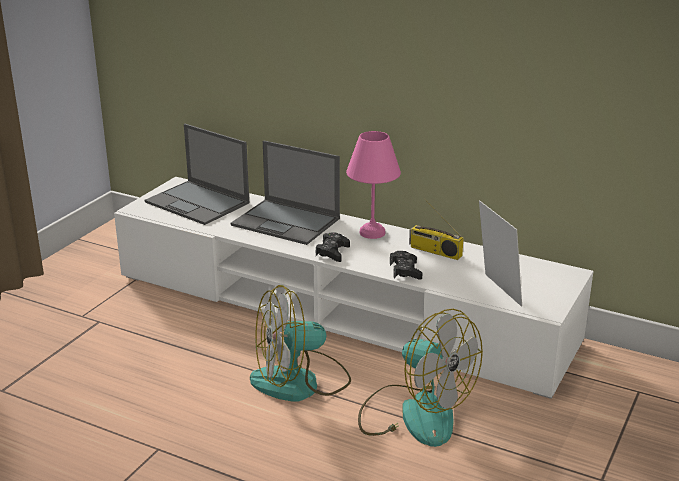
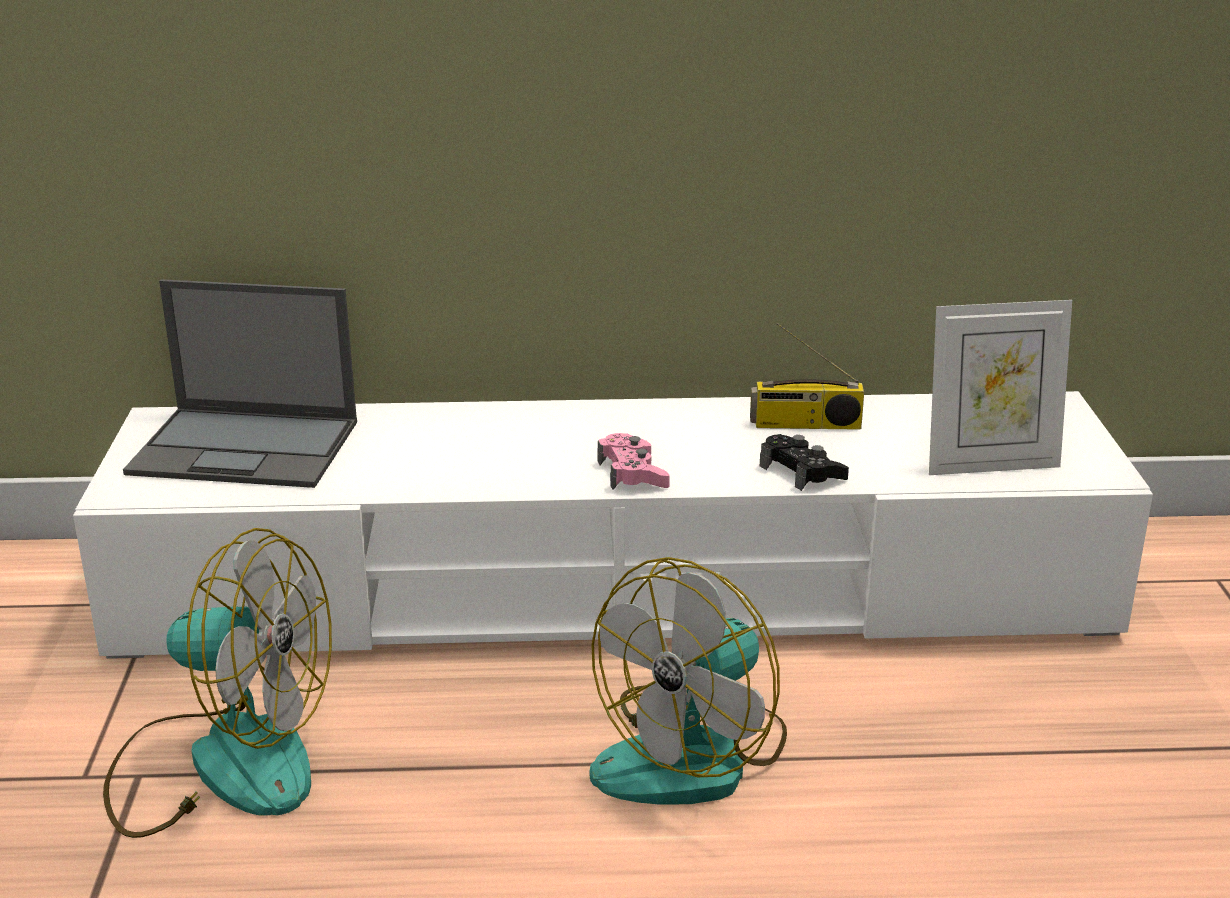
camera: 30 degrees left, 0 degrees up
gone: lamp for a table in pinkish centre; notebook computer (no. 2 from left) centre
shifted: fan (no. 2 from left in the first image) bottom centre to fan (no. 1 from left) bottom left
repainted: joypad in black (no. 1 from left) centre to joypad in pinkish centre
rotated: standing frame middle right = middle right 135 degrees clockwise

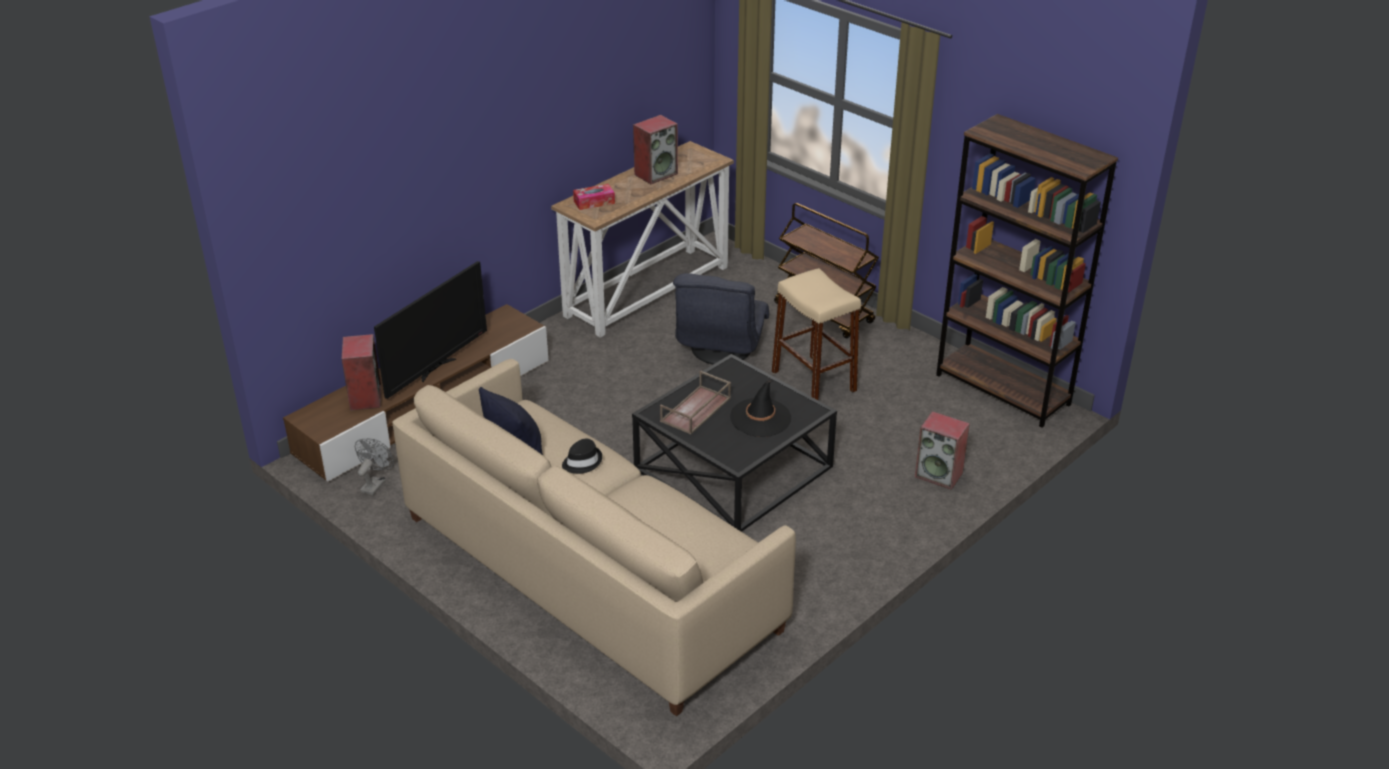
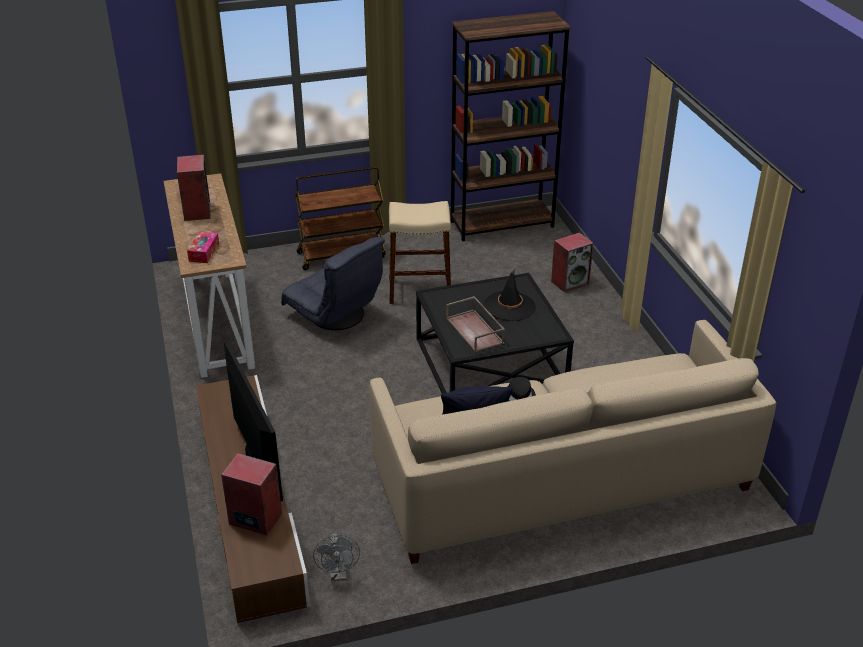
camera: 60 degrees left, 0 degrees up
rotated: fan in grey middle left = bottom centre 150 degrees counterclockwise

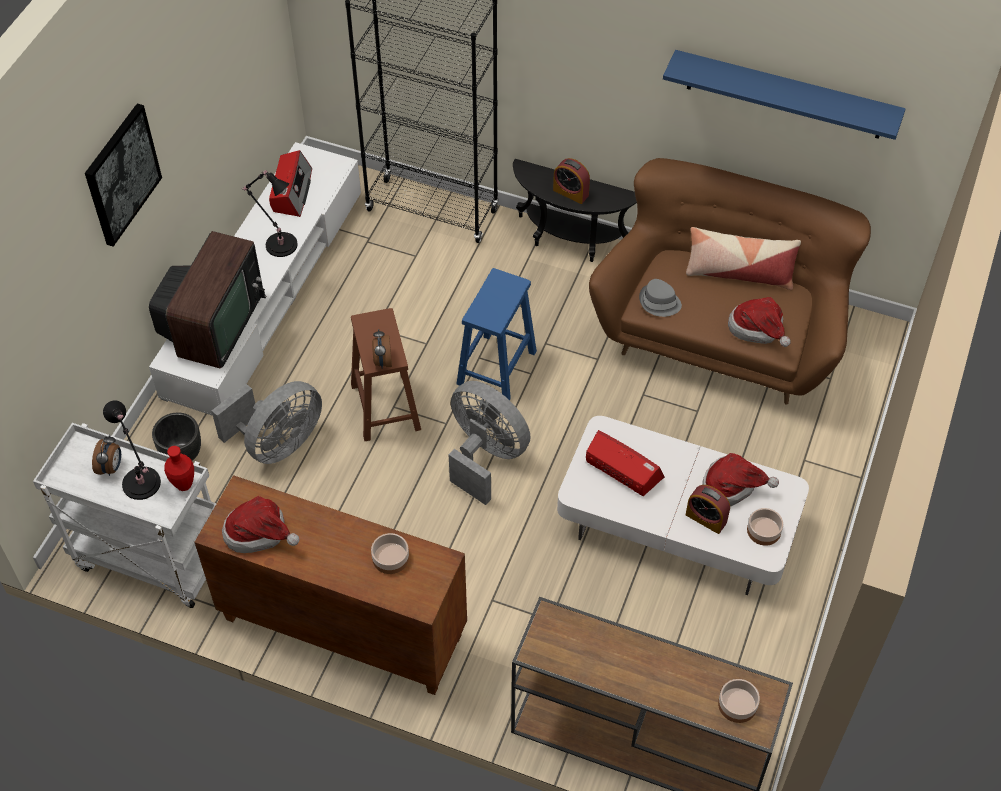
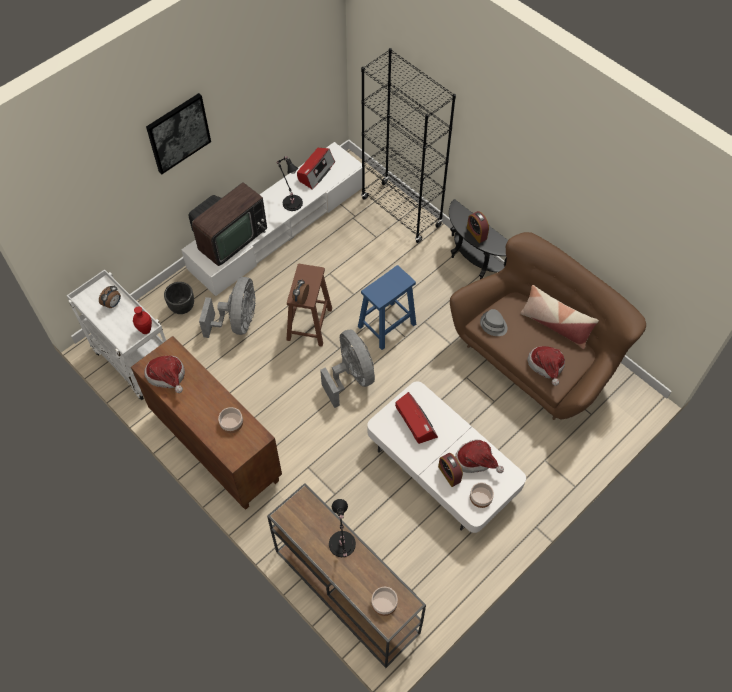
camera: 25 degrees right, 5 degrees up
gone: wall shelf in blue-coloured top right
shifted: lamp for a table in black (no. 1 from left in the first image) middle left to lamp for a table in black (no. 2 from left) bottom centre
rotated: fan in grey (no. 1 from left) middle left = middle left 60 degrees counterclockwise

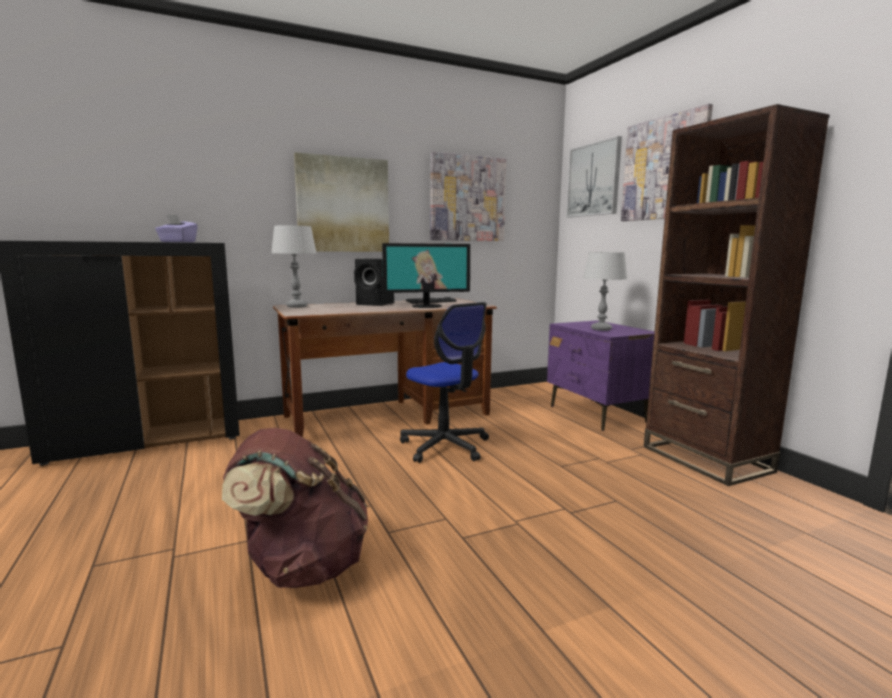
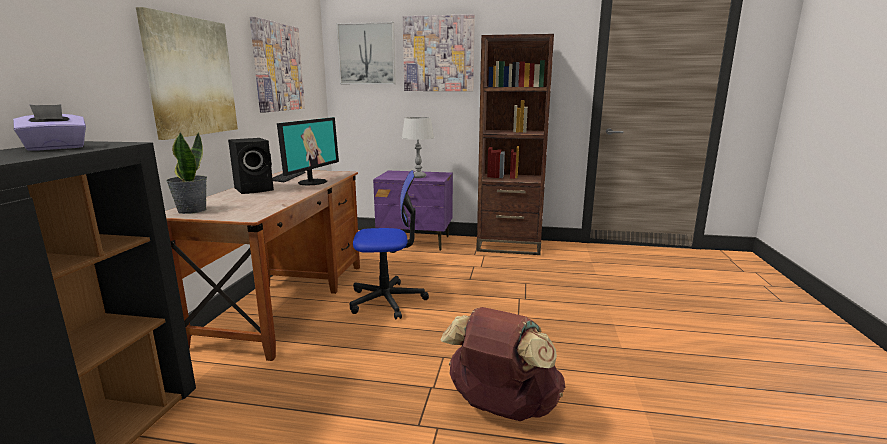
camera: 55 degrees left, 5 degrees up
swapped: lamp for a table in grey (no. 1 from left) middle left to houseplant middle left

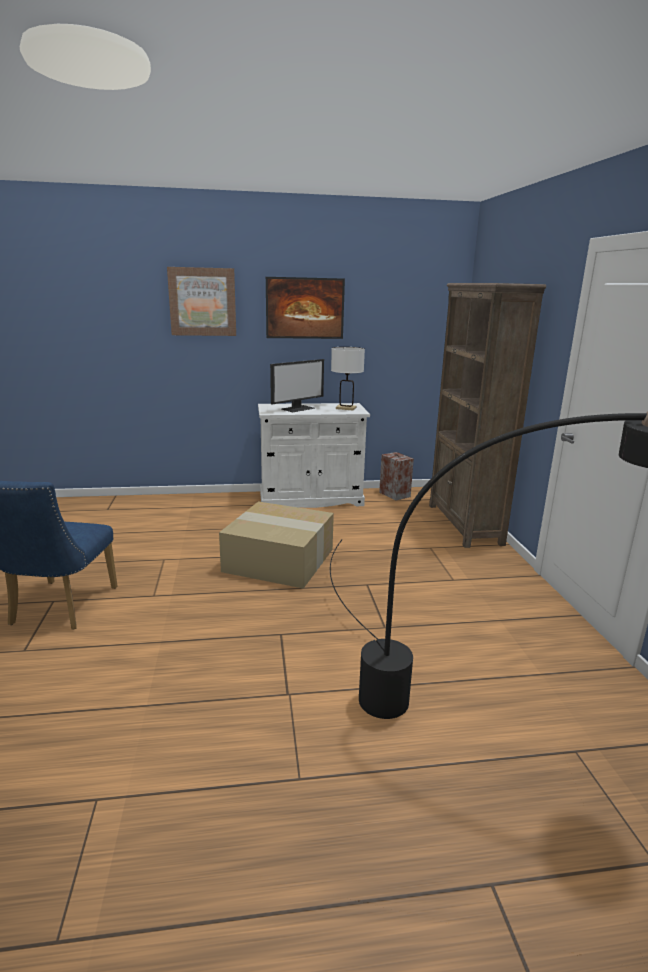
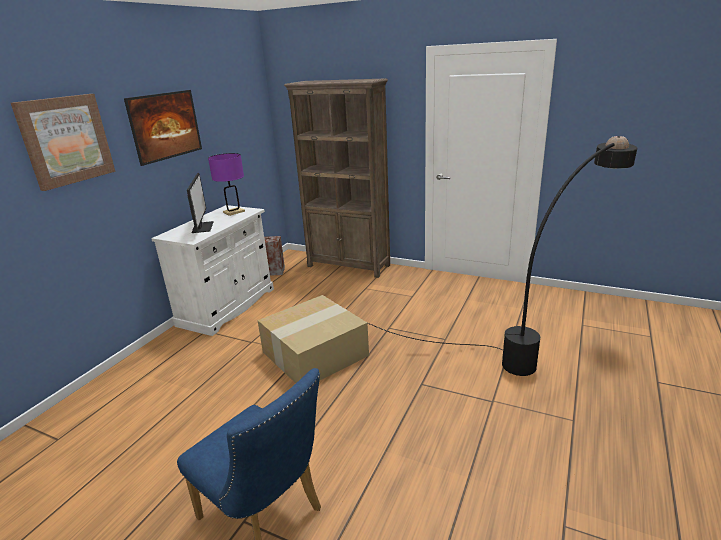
camera: 55 degrees left, 5 degrees up
repainted: lamp for a table in white-coloured centre to lamp for a table in purple middle left

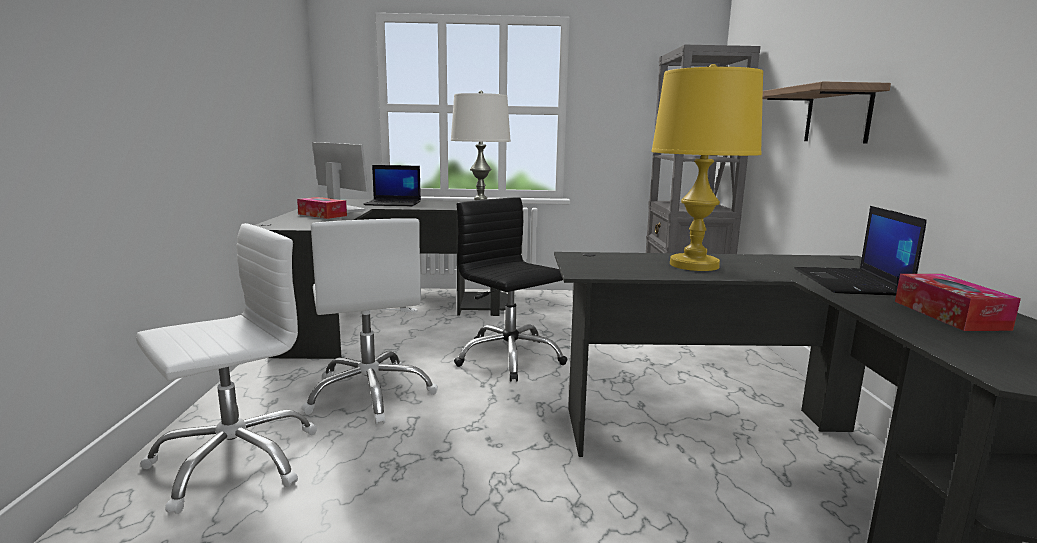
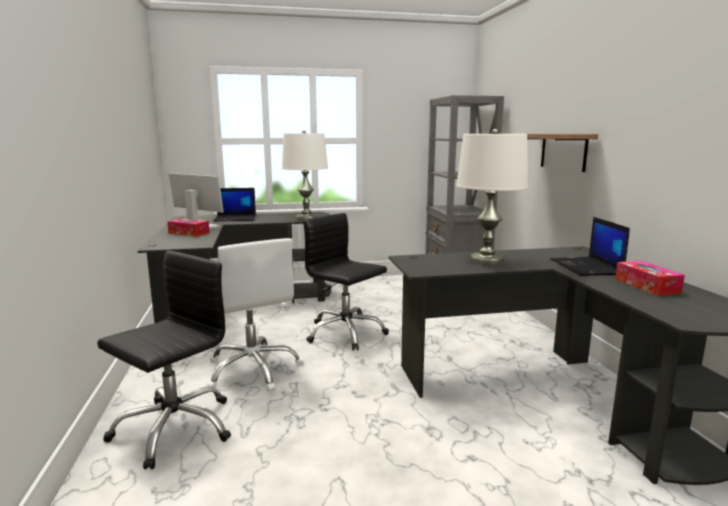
camera: 10 degrees left, 0 degrees up
repainted: lamp for a table in yellow-coloured top right to lamp for a table in white-coloured (no. 2 from left) middle right; office chair in white-coloured (no. 1 from left) bottom left to office chair in black (no. 1 from left) bottom left

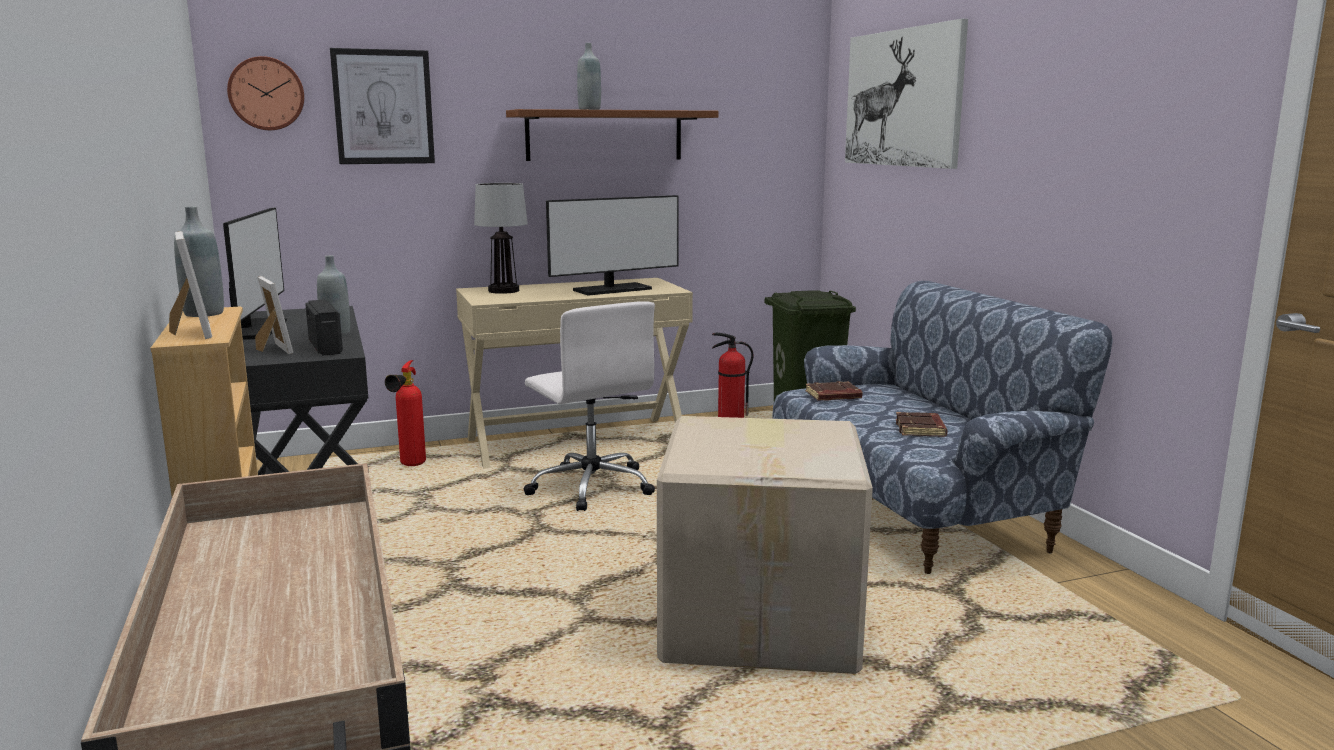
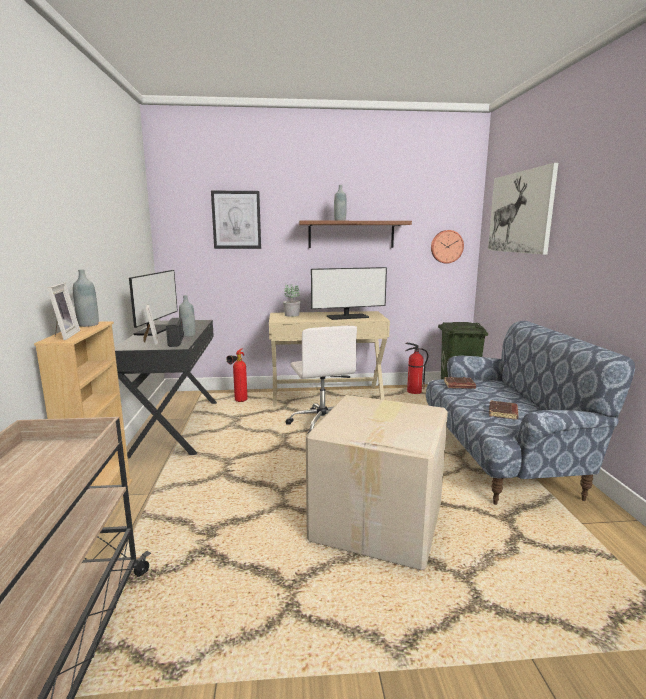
camera: 15 degrees right, 0 degrees up
shifted: wall clock top left to middle right
swapped: lamp for a table top centre to houseplant centre

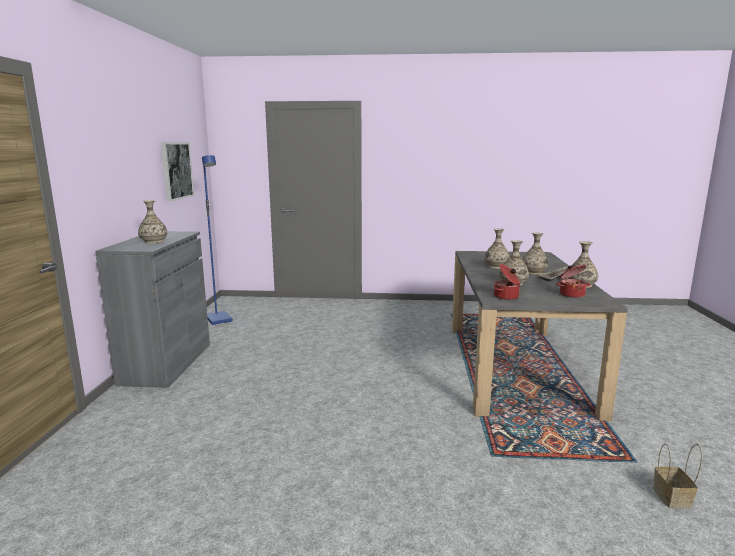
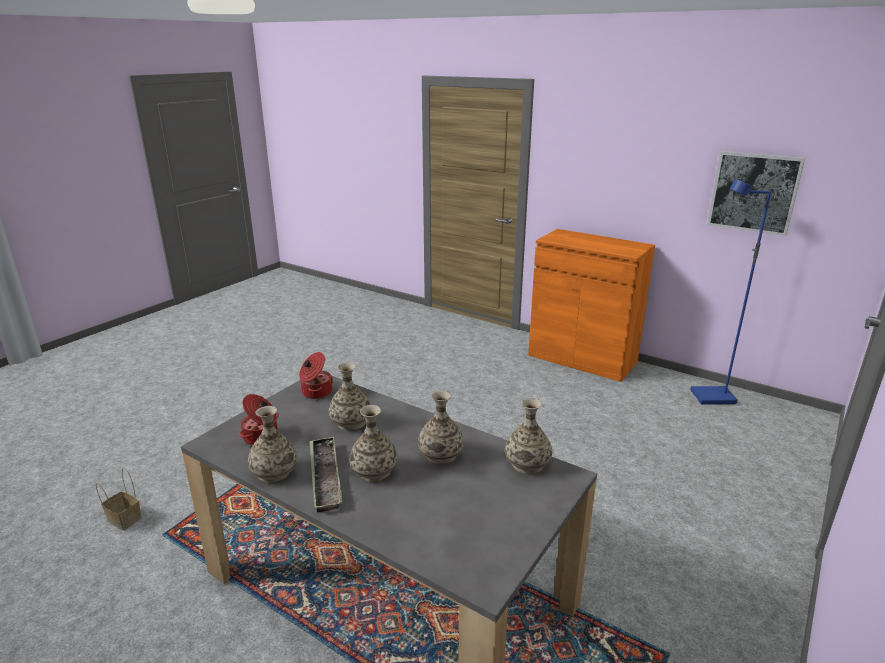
camera: 120 degrees right, 10 degrees up
shifted: decorative vase (no. 1 from left in the first image) middle left to decorative vase (no. 5 from left) centre
repainted: cabinet in grey middle left to cabinet in orange-coloured middle right

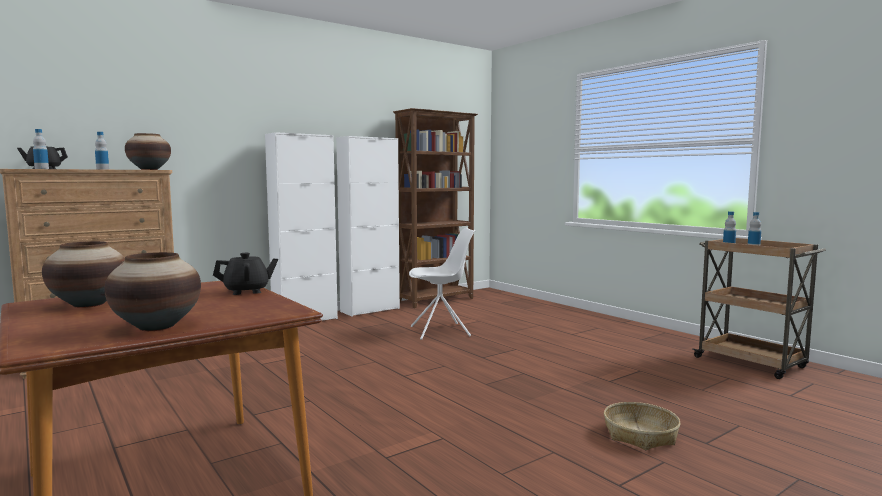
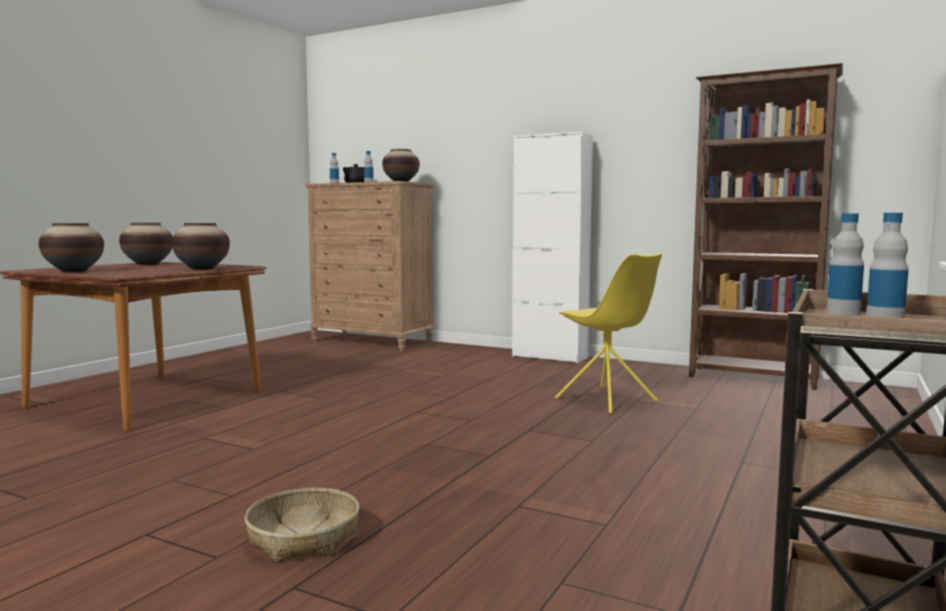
camera: 65 degrees right, 0 degrees up
gone: cabinet in white-coloured (no. 2 from left) centre
swapped: tea pot in black (no. 2 from left) middle left to decorative vase (no. 3 from left) middle left
repainted: upright chair in white-coloured centre to upright chair in yellow-coloured centre

